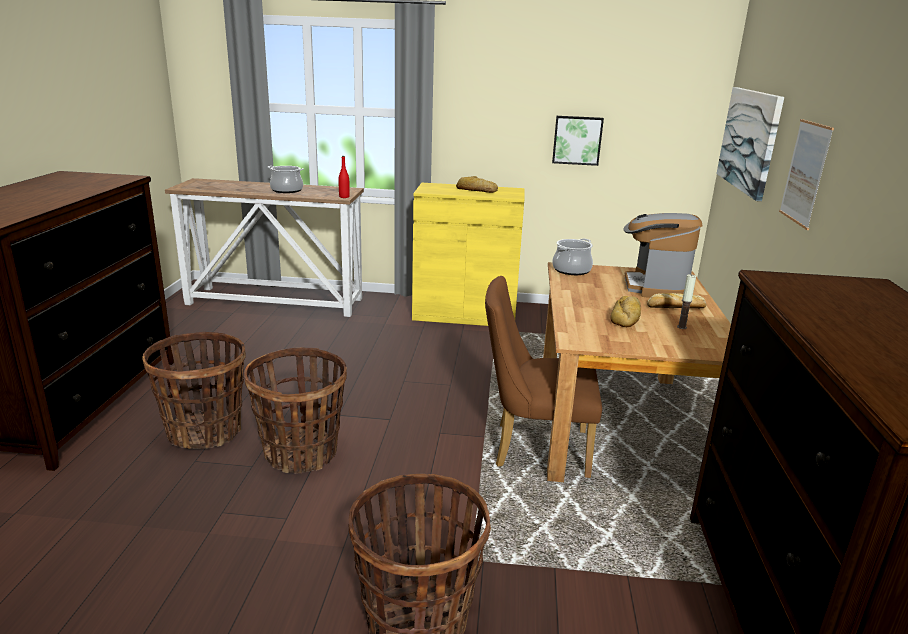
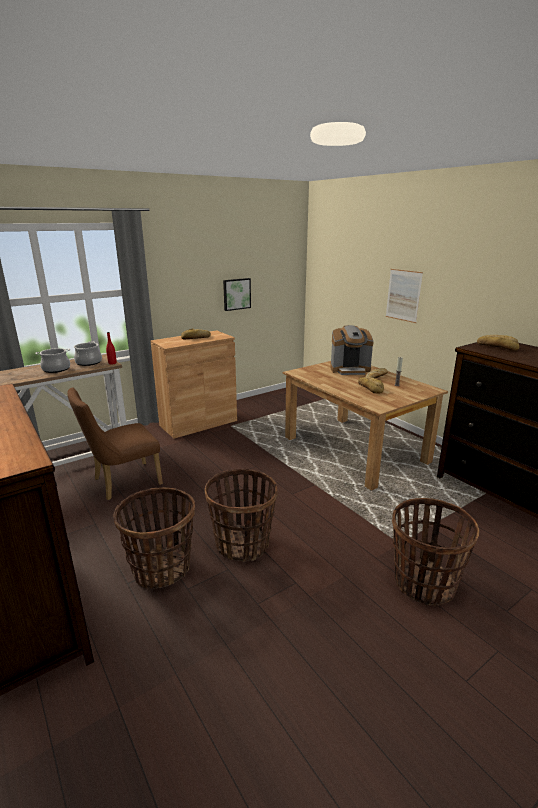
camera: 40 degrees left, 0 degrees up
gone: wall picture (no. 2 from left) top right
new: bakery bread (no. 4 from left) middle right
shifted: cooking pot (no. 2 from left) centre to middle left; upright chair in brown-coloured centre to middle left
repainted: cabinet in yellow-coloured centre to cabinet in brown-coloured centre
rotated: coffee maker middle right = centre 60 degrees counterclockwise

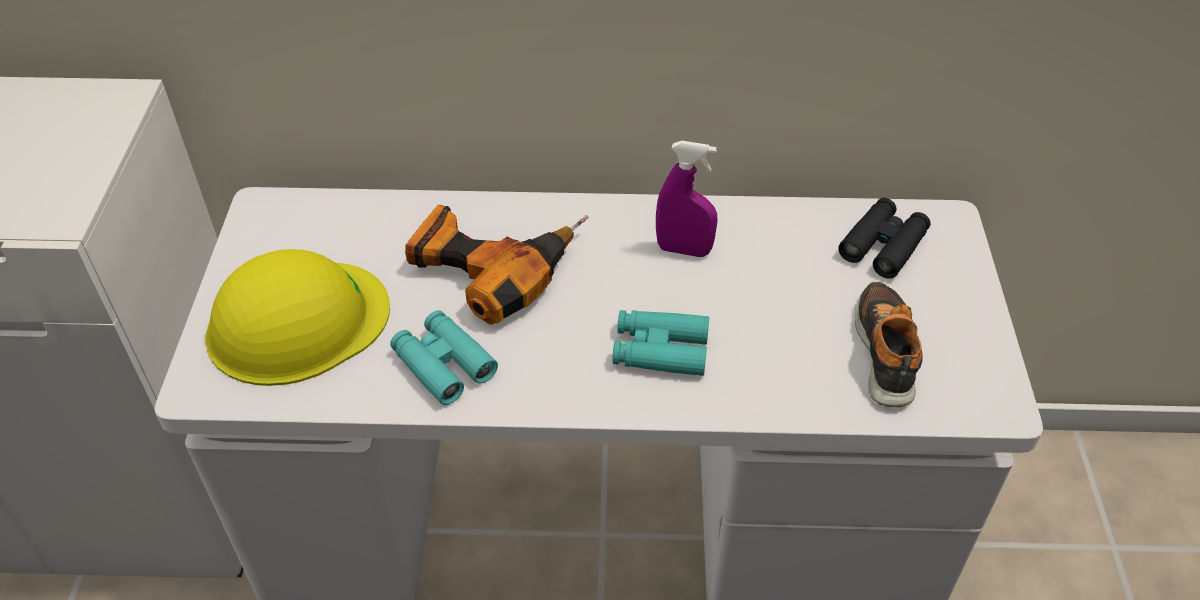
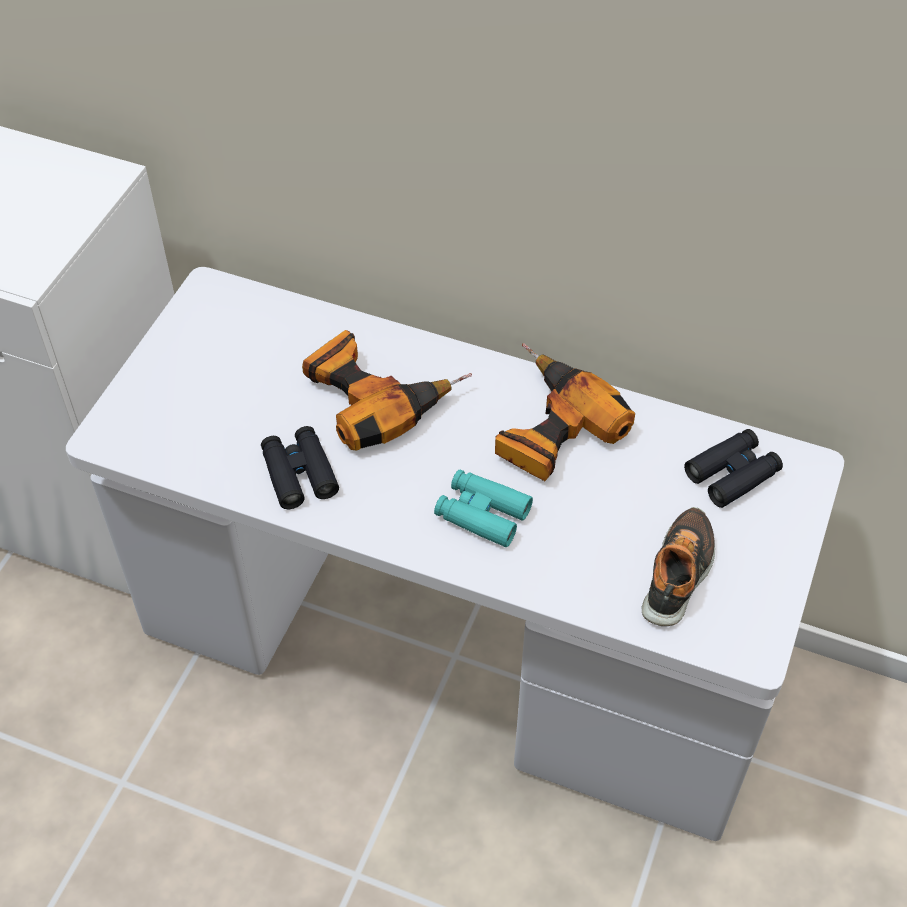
camera: 20 degrees right, 5 degrees up
gone: work helmet in yellow-coloured middle left
swapped: spray bottle in purple top centre to power drill (no. 2 from left) centre
repainted: binoculars in blue-green (no. 1 from left) centre to binoculars in black (no. 1 from left) middle left

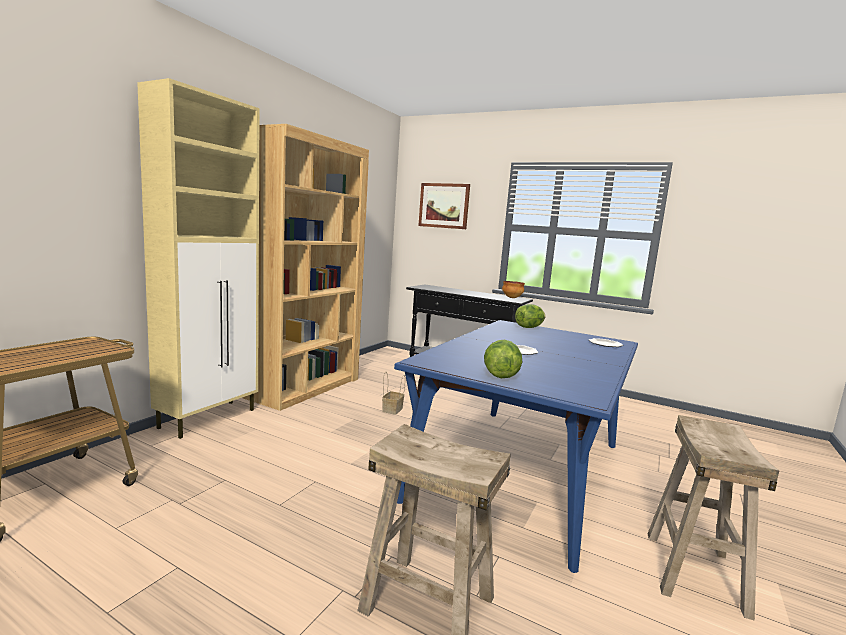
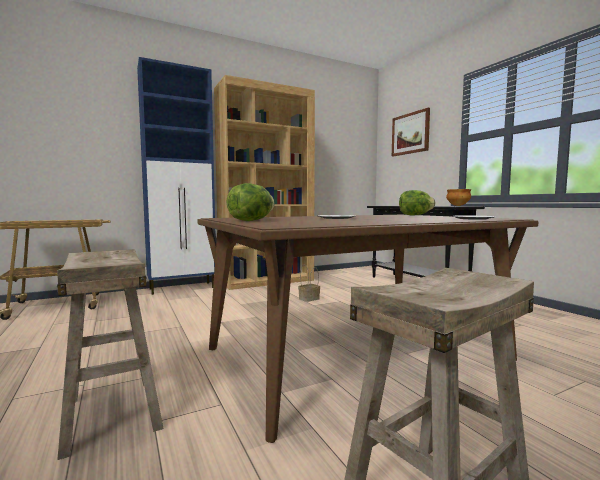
camera: 35 degrees right, 5 degrees down
repainted: cabinet in sand-coloured middle left to cabinet in blue-coloured middle left; dinner table in blue-coloured bottom centre to dinner table in brown-coloured bottom centre

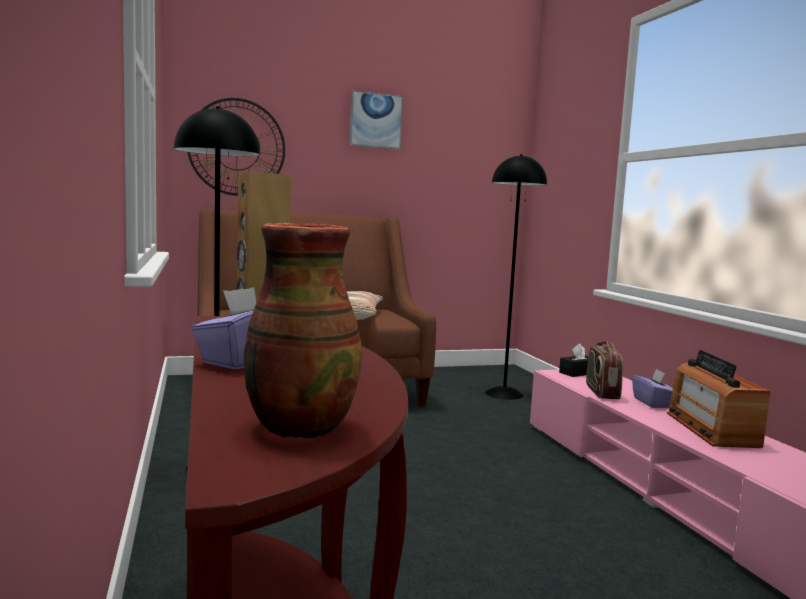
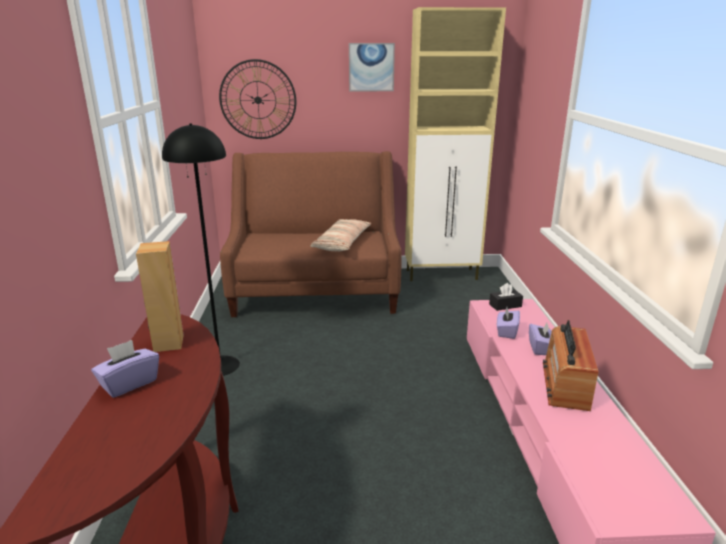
camera: 15 degrees right, 15 degrees up
gone: standard lamp in black (no. 2 from left) centre; decorative vase centre
new: cabinet in sand-coloured top centre
swapped: radio receiver (no. 1 from left) middle right to tissue box in purple (no. 2 from left) middle right

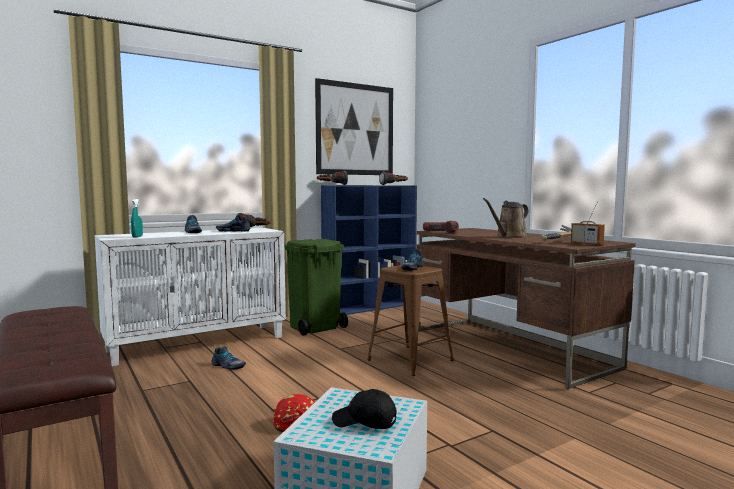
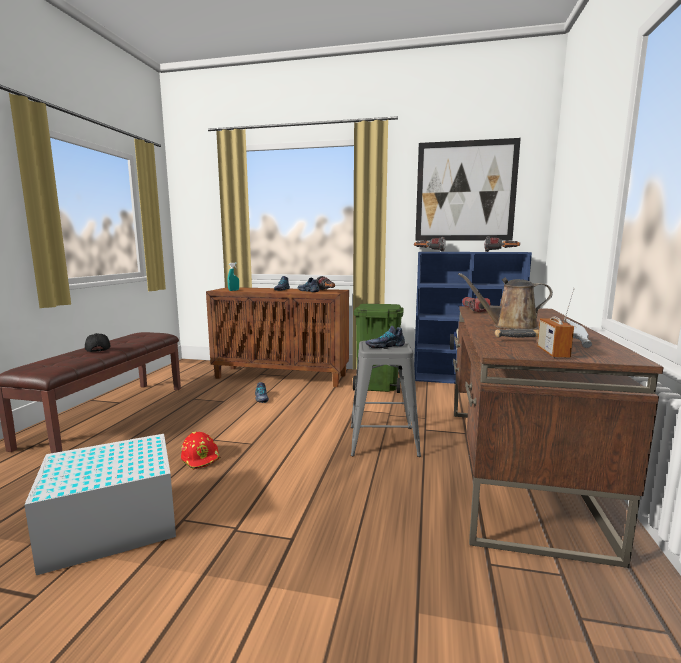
camera: 45 degrees right, 5 degrees up
shifted: cap in black bottom centre to middle left
repainted: cabinet in white-coloured middle left to cabinet in brown-coloured centre; stool in brown-coloured centre to stool in grey centre

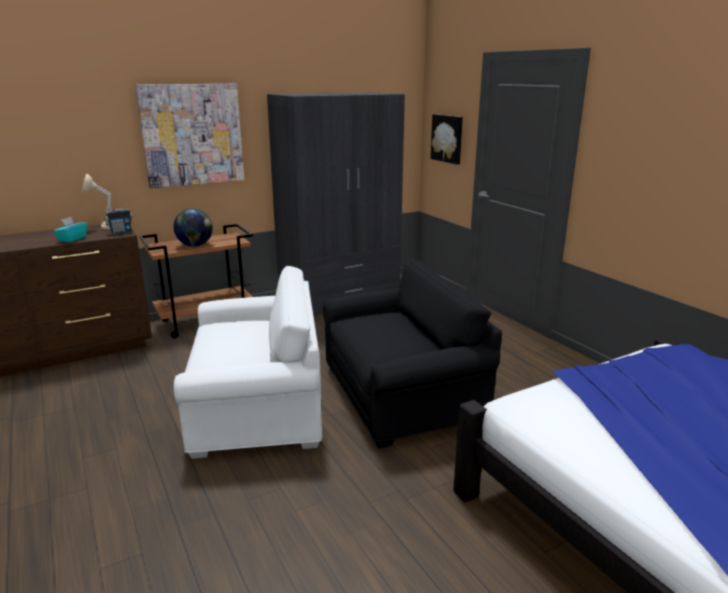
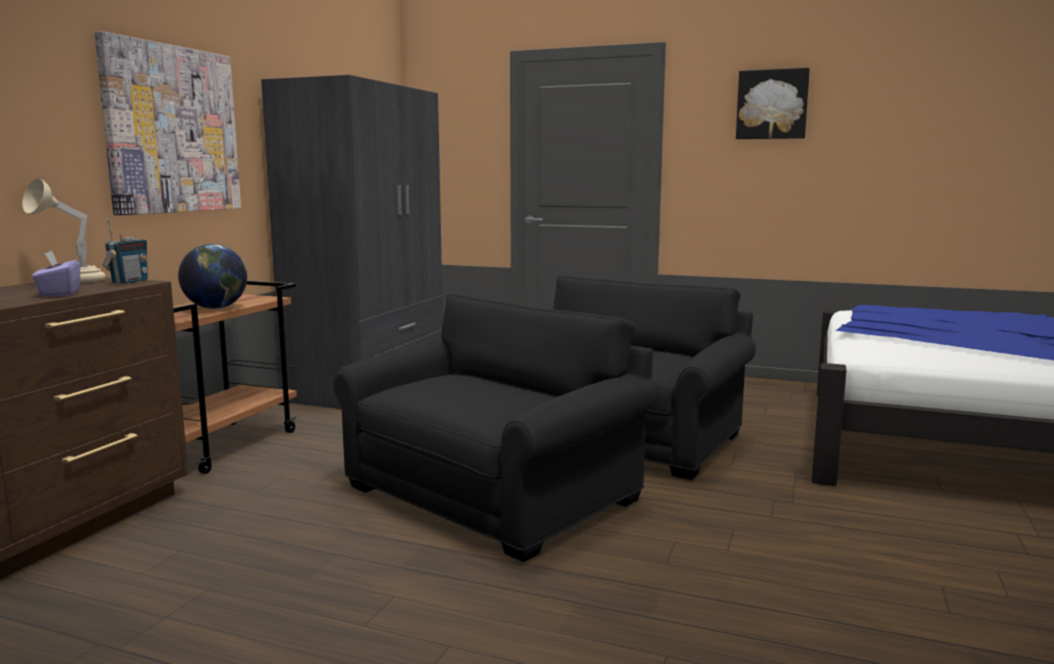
camera: 40 degrees left, 10 degrees down
shifted: wall picture (no. 2 from left) top centre to top right
repainted: tissue box in blue-green middle left to tissue box in purple middle left; lounge chair in white-coloured centre to lounge chair in black (no. 1 from left) centre

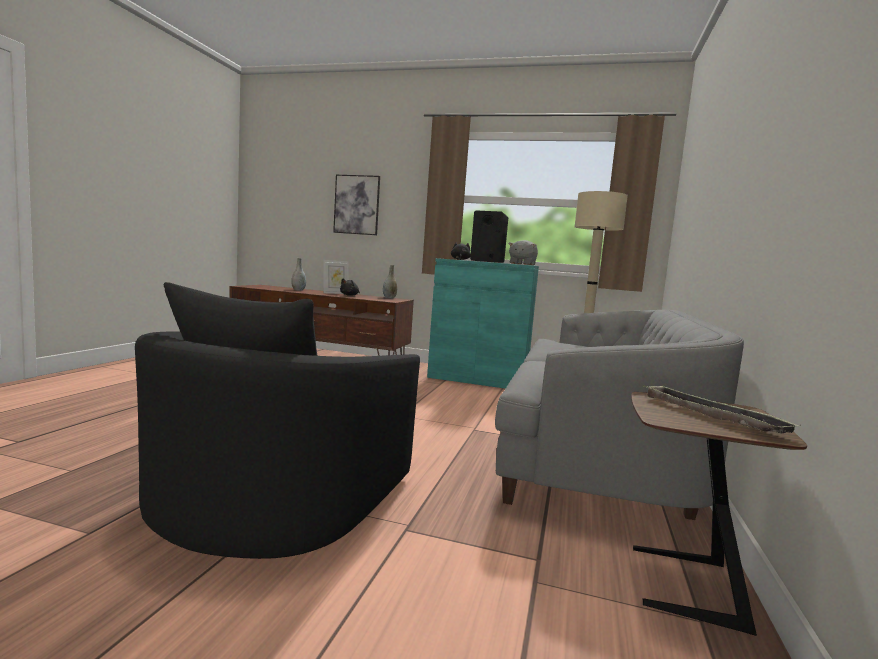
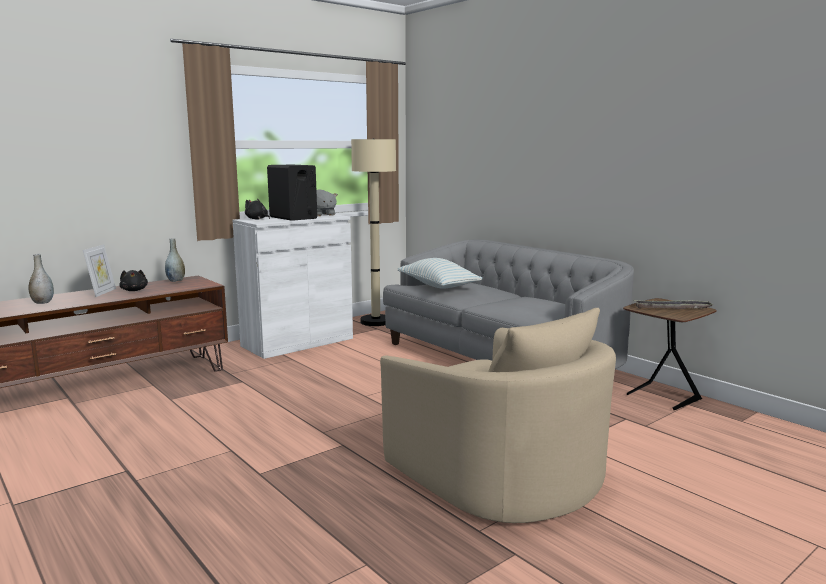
camera: 55 degrees left, 5 degrees up
gone: wall picture top centre
new: cushion centre
repainted: cabinet in blue-green centre to cabinet in white-coloured centre; lounge chair in black middle left to lounge chair in sand-coloured bottom centre

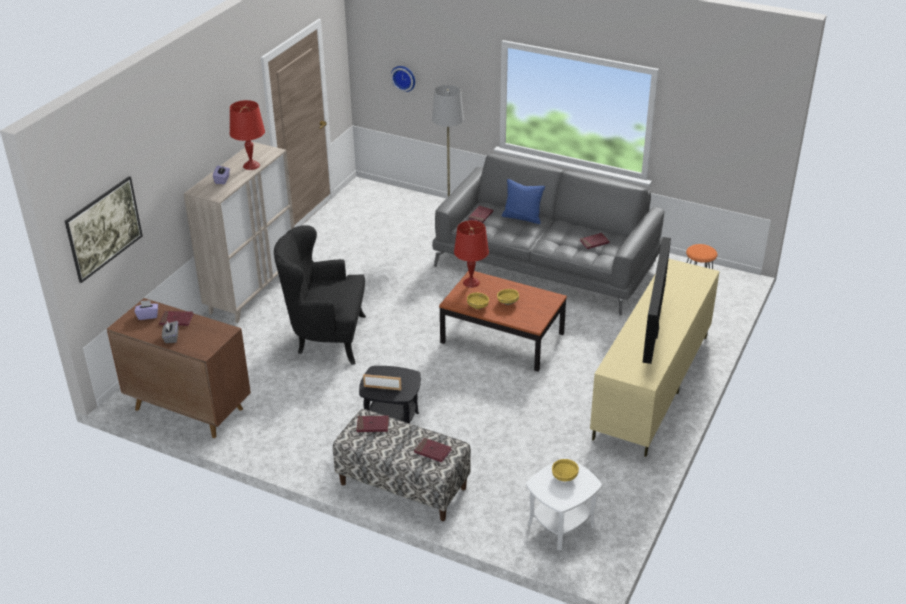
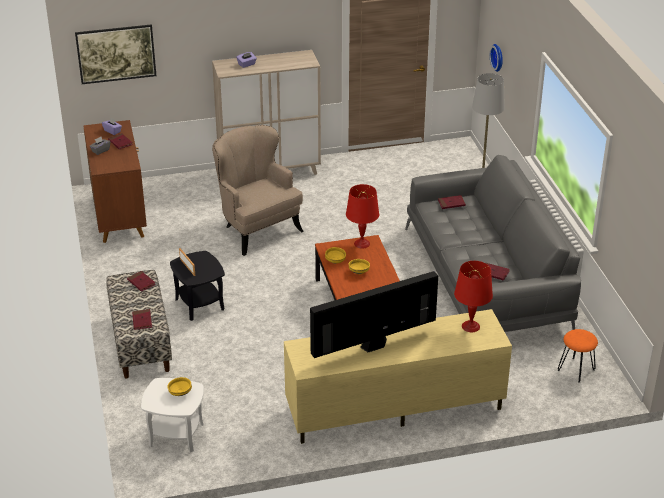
camera: 50 degrees right, 0 degrees up
gone: cushion in blue-coloured top centre
shifted: lamp for a table in red (no. 1 from left in the first image) top left to lamp for a table in red (no. 2 from left) middle right
repainted: lounge chair in black centre to lounge chair in sand-coloured centre

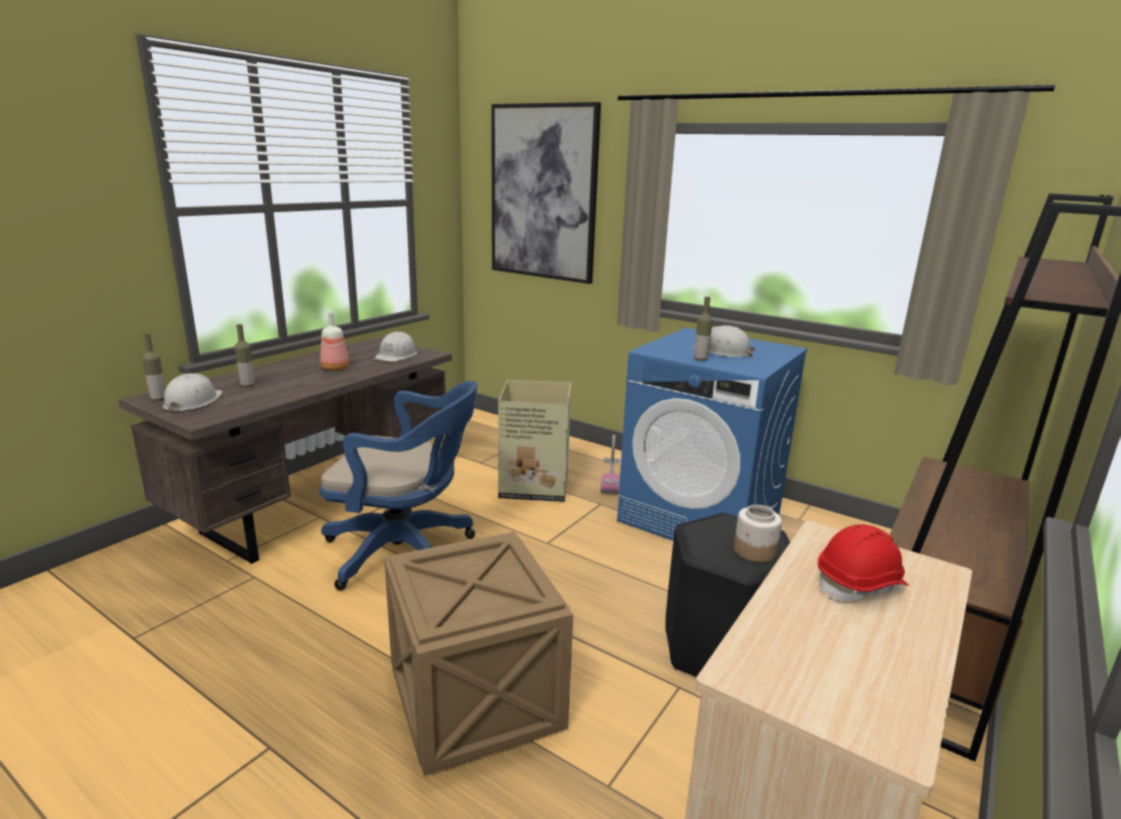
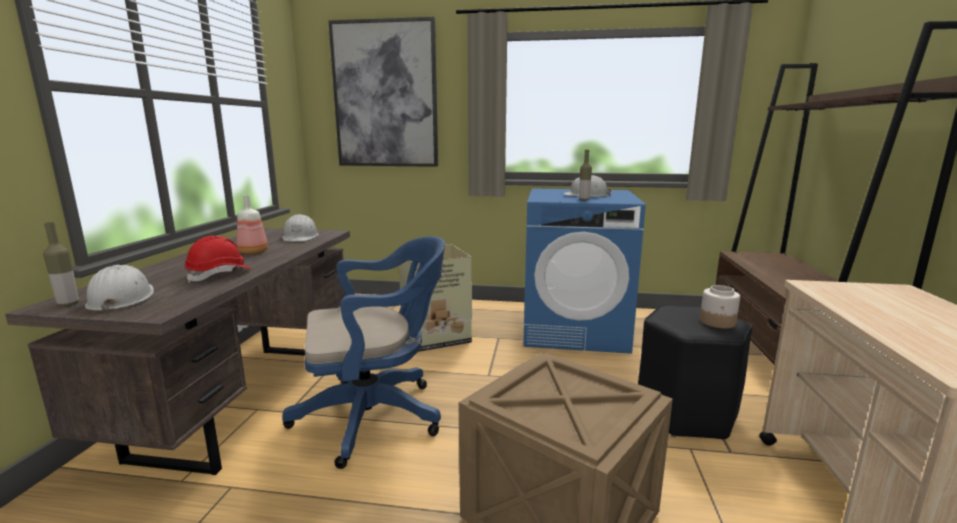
camera: 25 degrees left, 5 degrees down
gone: beverage bottle (no. 2 from left) middle left; vacuum cleaner centre
shifted: work helmet in red bottom right to middle left

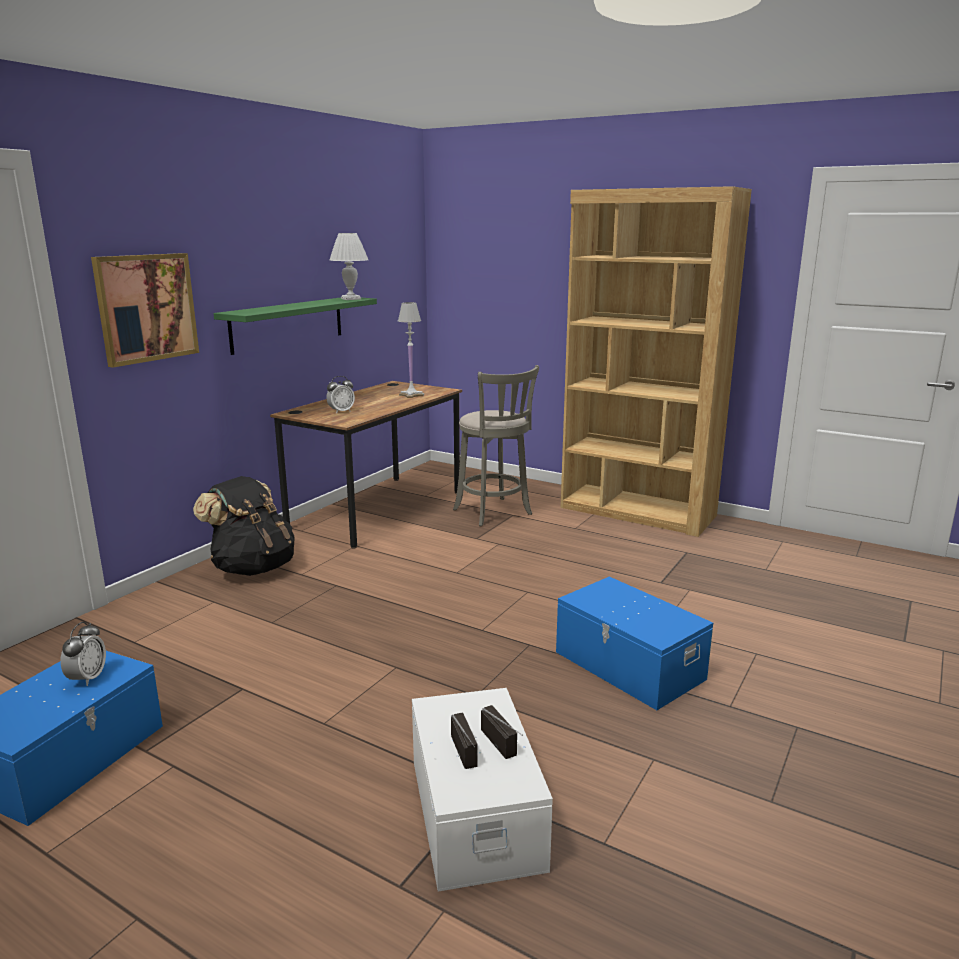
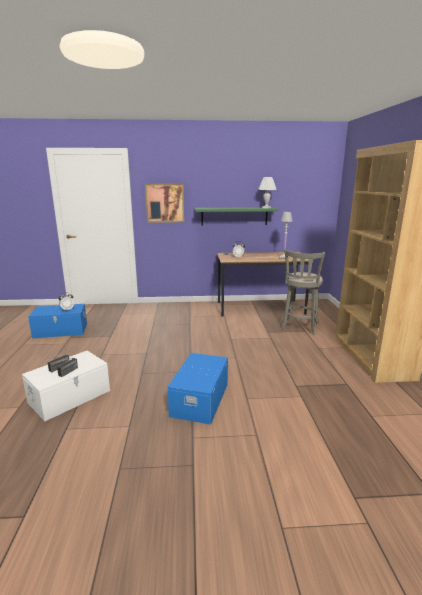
camera: 55 degrees right, 0 degrees up
gone: backpack in black middle left

